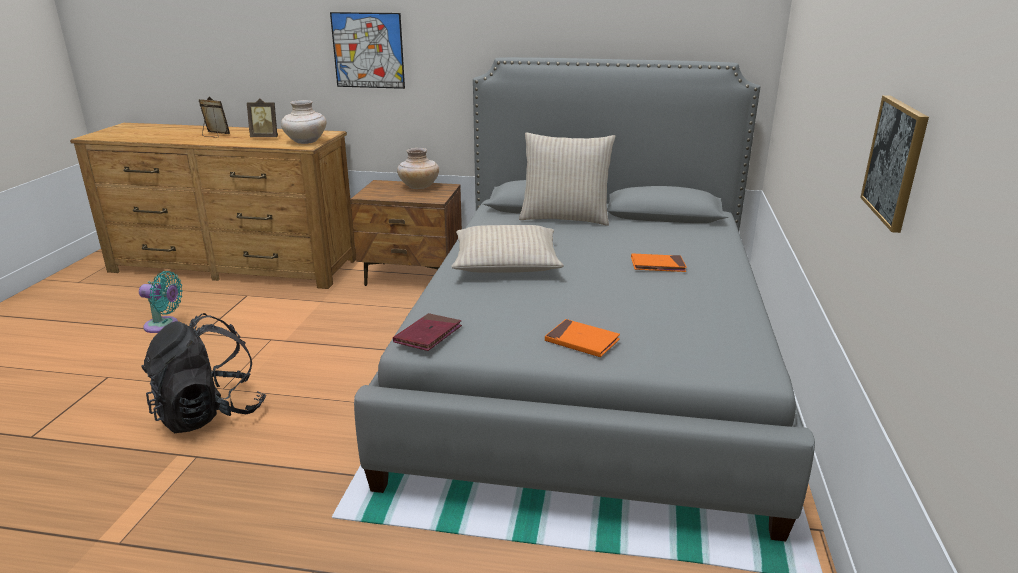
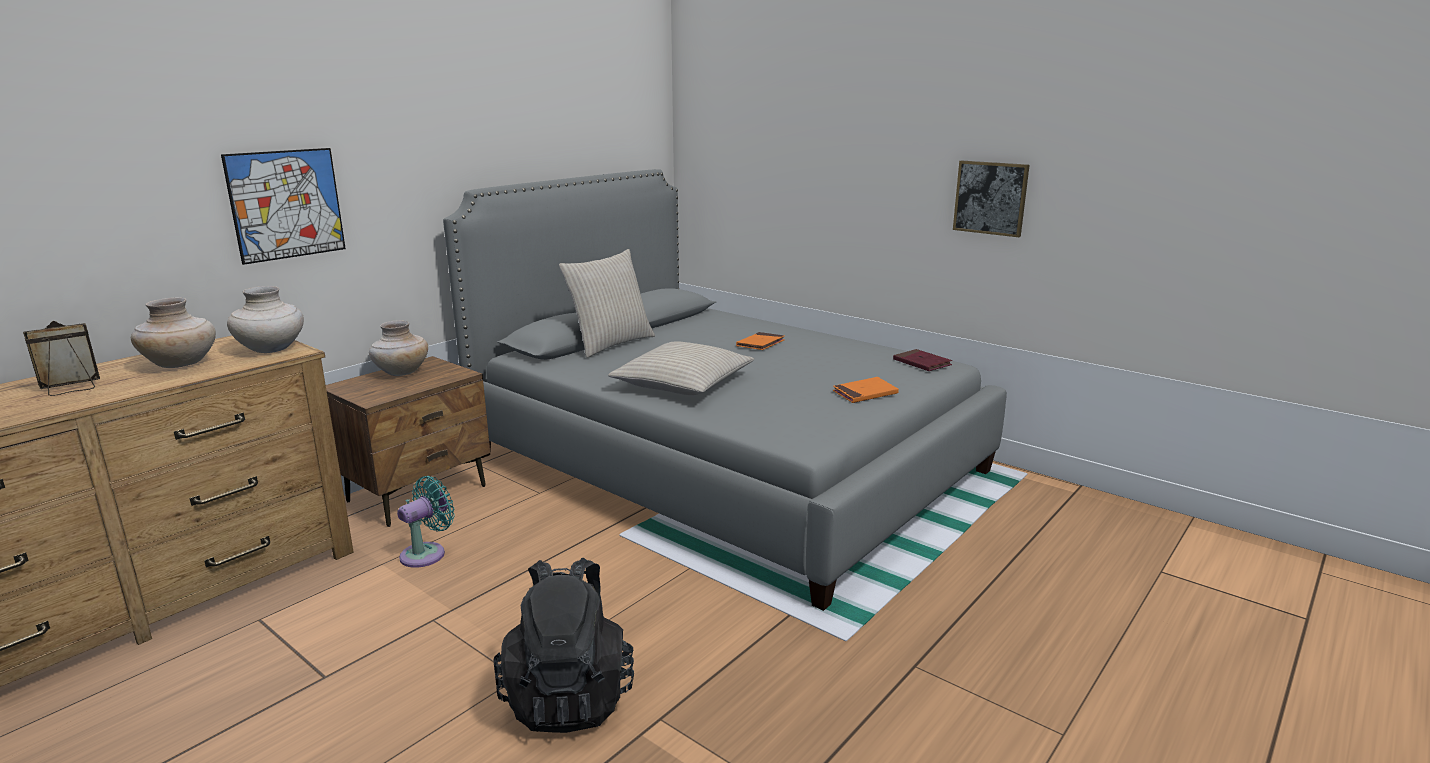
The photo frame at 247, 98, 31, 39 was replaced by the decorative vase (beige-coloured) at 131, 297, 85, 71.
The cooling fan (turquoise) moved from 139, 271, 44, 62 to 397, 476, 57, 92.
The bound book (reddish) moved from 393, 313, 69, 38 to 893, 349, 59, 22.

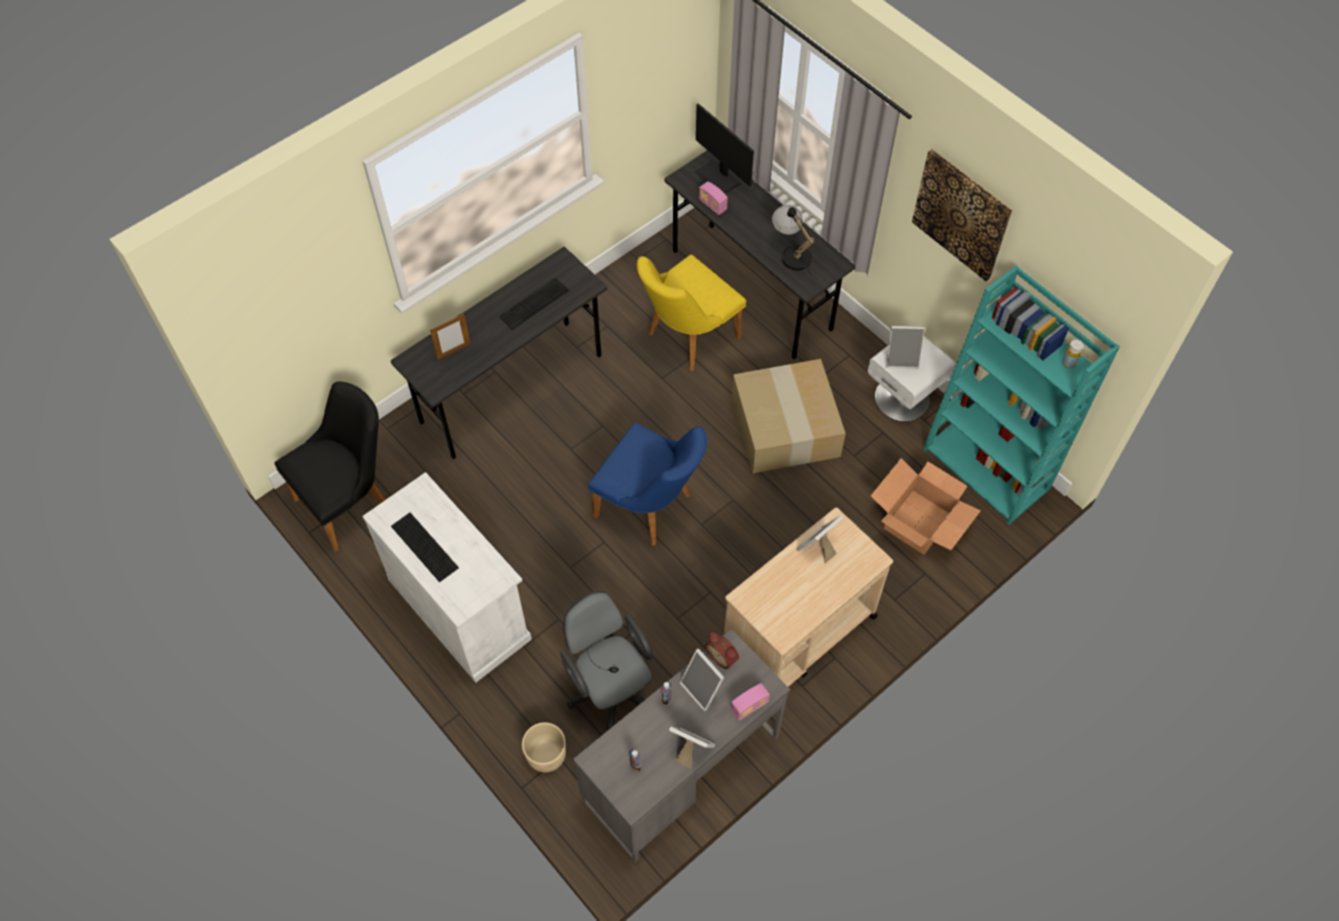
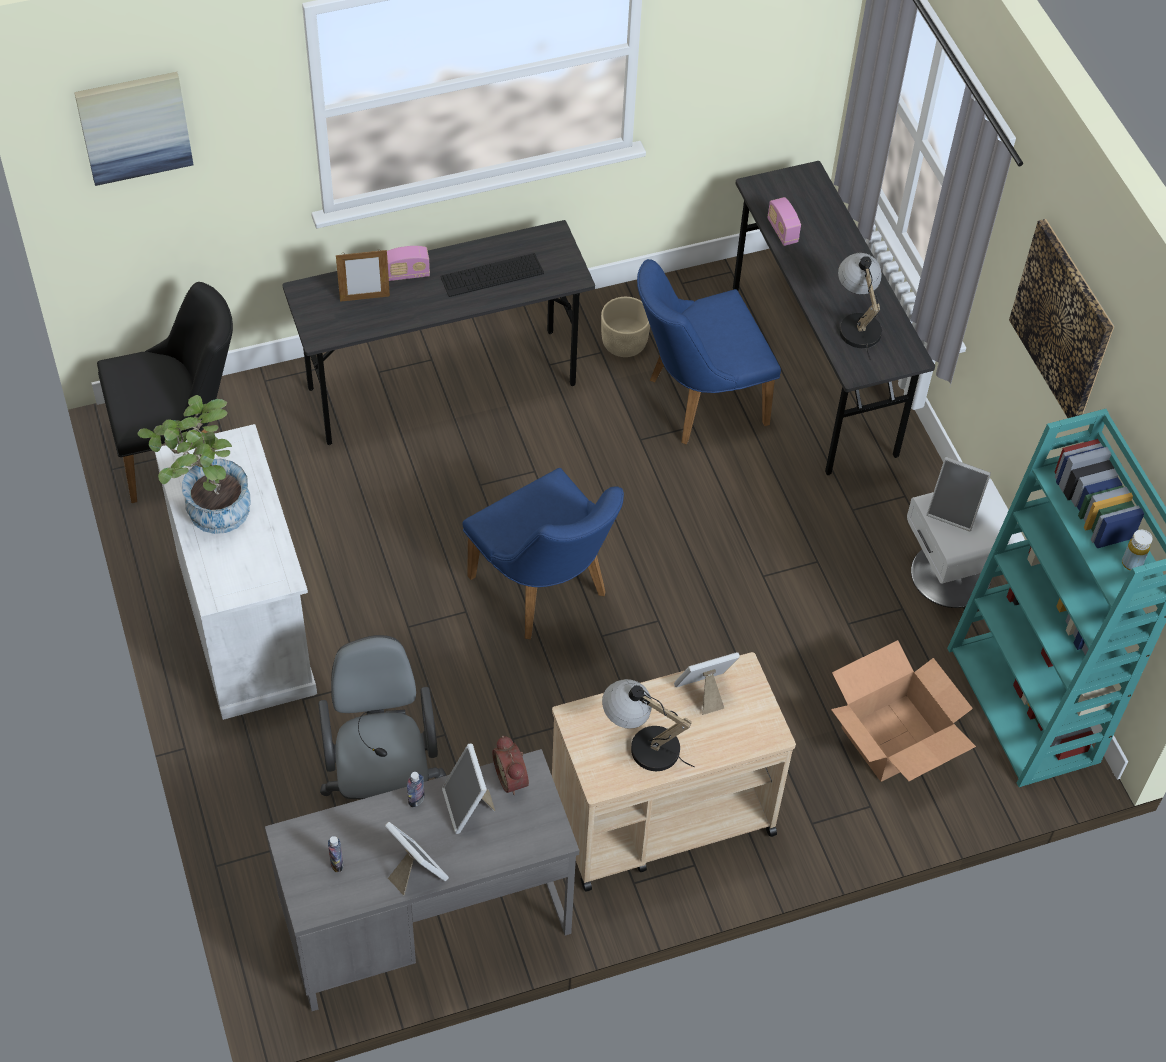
The wall art at 74, 72, 119, 114 appeared.
The computer keyboard at 391, 513, 68, 69 was replaced by the plant in a pot at 138, 395, 113, 139.
The radio set moved from 731, 683, 39, 38 to 387, 246, 43, 35.
The planter (beige-coloured) moved from 522, 722, 44, 50 to 601, 297, 49, 60.
The lamp for a table at 602, 679, 93, 92 appeared.
The plain chair (yellowish) at 637, 254, 109, 117 became the plain chair (blue-coloured) at 637, 259, 144, 186.
The computer screen at 694, 103, 60, 91 disappeared.
The packing box at 732, 359, 114, 114 disappeared.

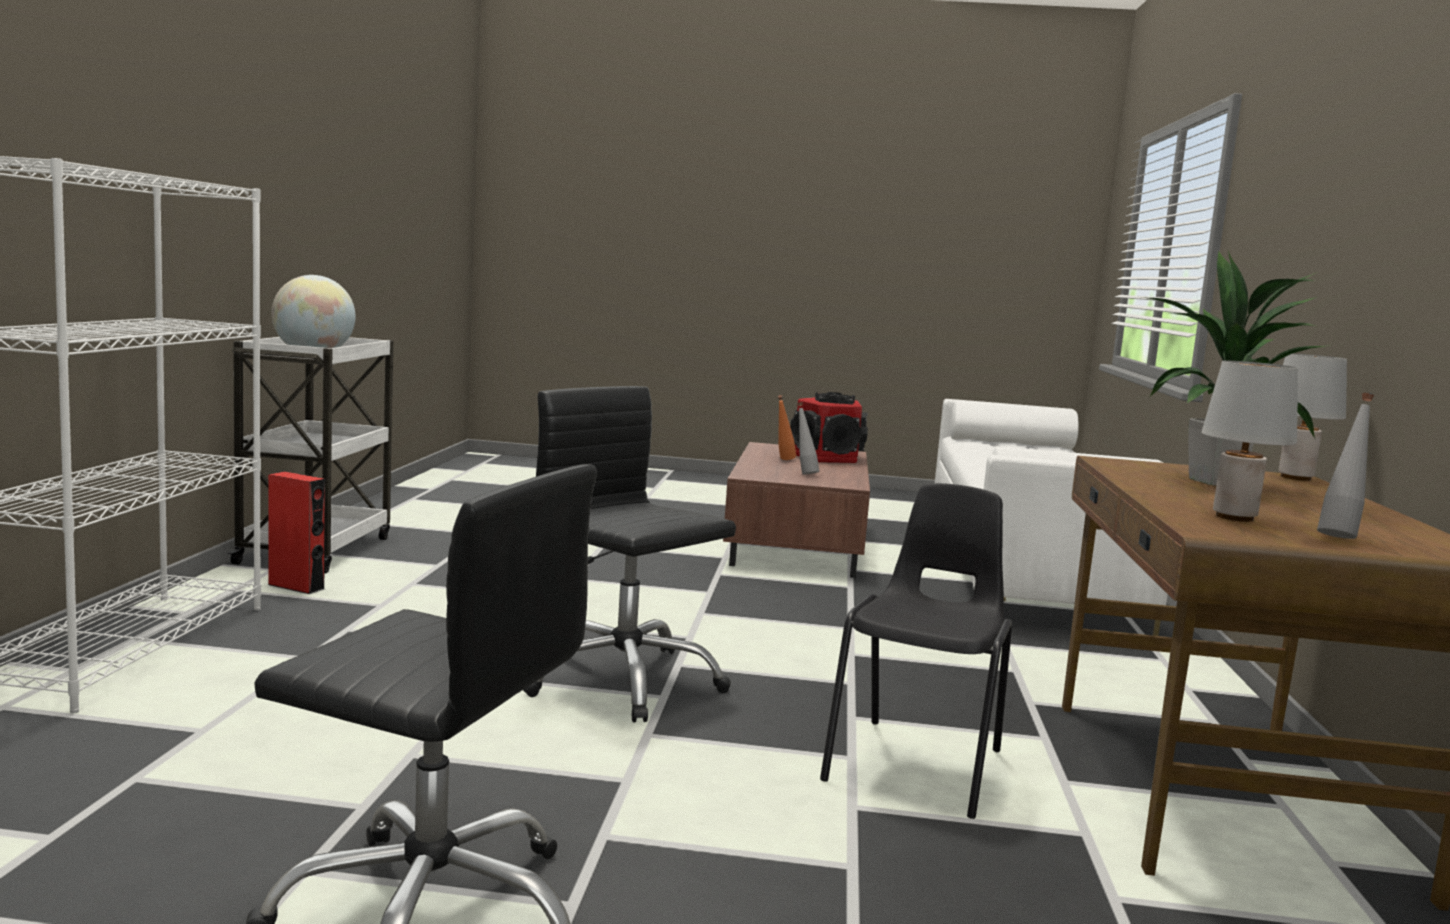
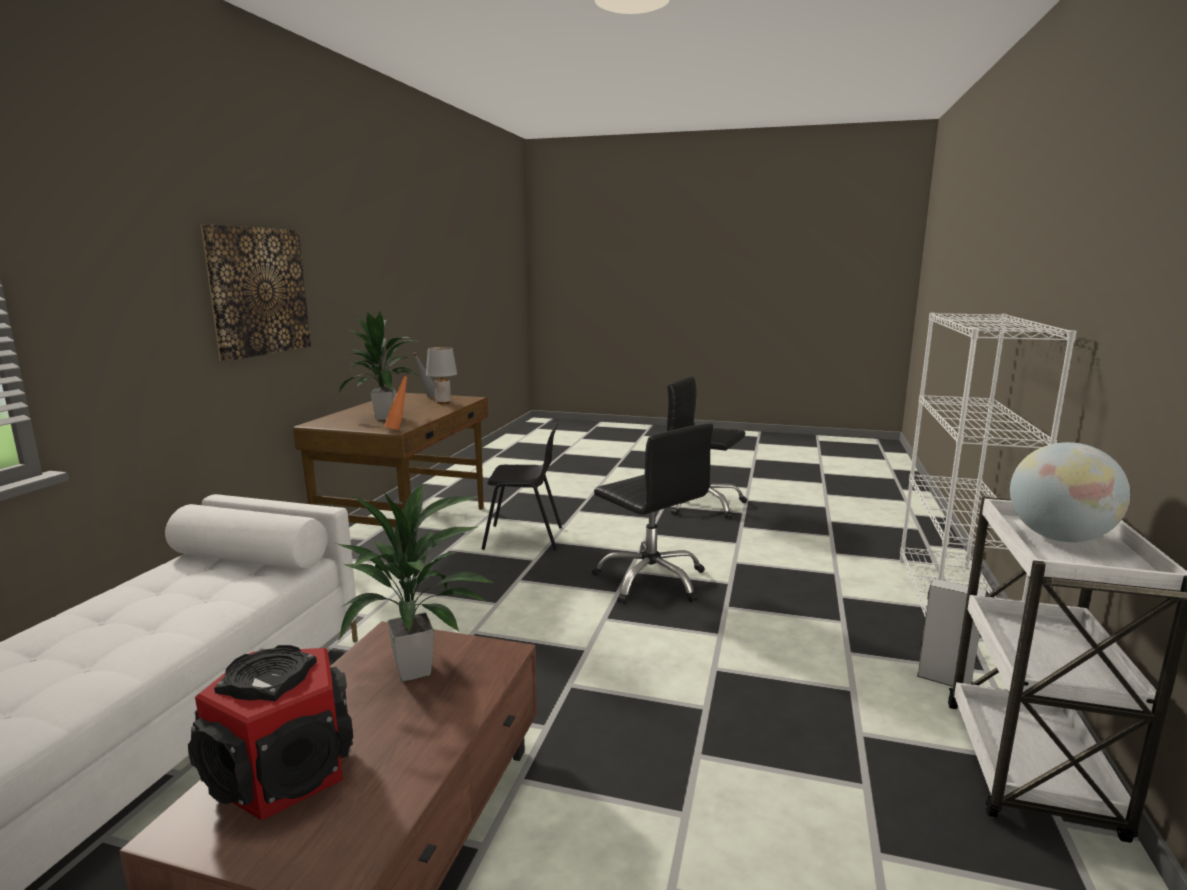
The wall art at 201, 224, 110, 137 appeared.
The drink bottle (gray) at 798, 402, 21, 72 was replaced by the plant in a pot at 336, 484, 159, 198.
The drink bottle (orange-coloured) moved from 778, 395, 18, 65 to 385, 371, 24, 59.
The plain chair (blackish) at 820, 483, 192, 336 turned 120 degrees counterclockwise.
The speaker (reddish) at 268, 472, 57, 122 became the speaker (gray) at 917, 578, 70, 109.
The lamp for a table (gray) at 1278, 354, 69, 127 disappeared.

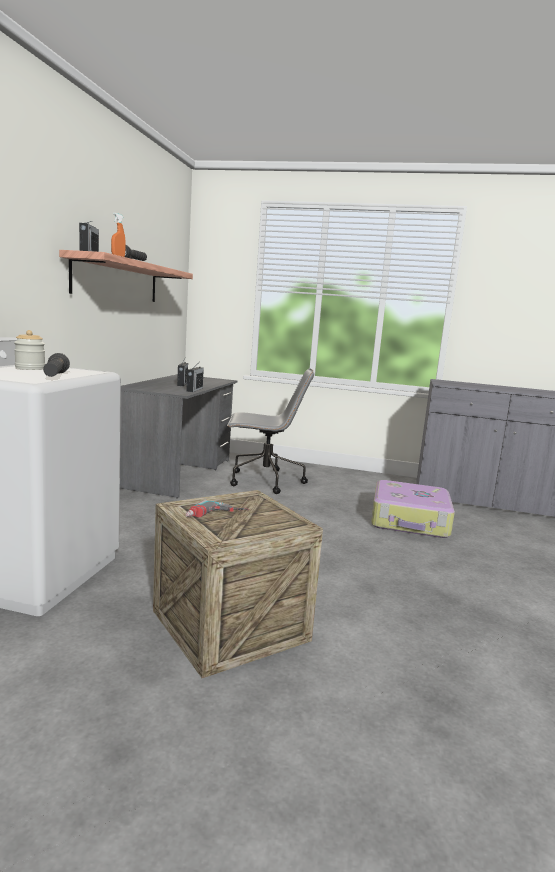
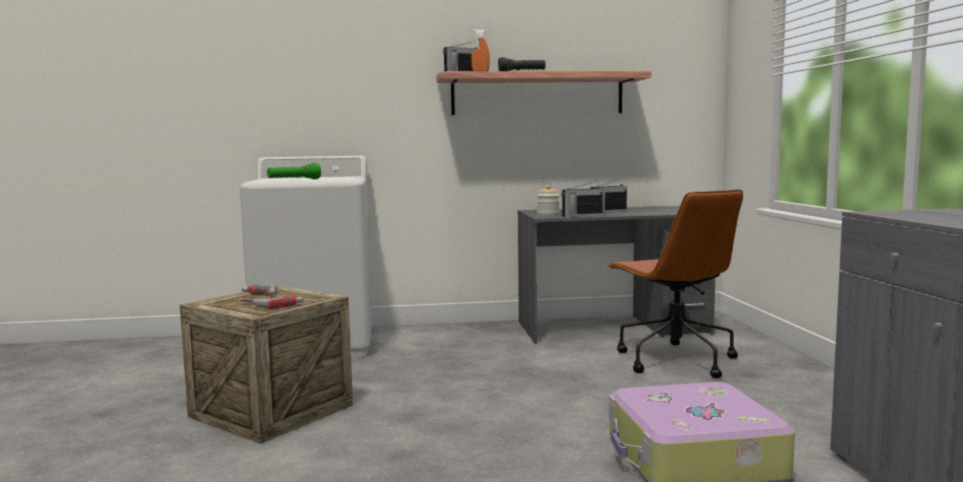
The power drill at 241, 295, 62, 15 appeared.
The torch (blackish) at 43, 353, 27, 24 became the torch (greenish) at 267, 163, 54, 16.
The preserve jar moved from 14, 330, 31, 40 to 537, 185, 22, 31.
The desk chair (gray) at 227, 368, 87, 126 became the desk chair (brown-coloured) at 608, 190, 135, 188.

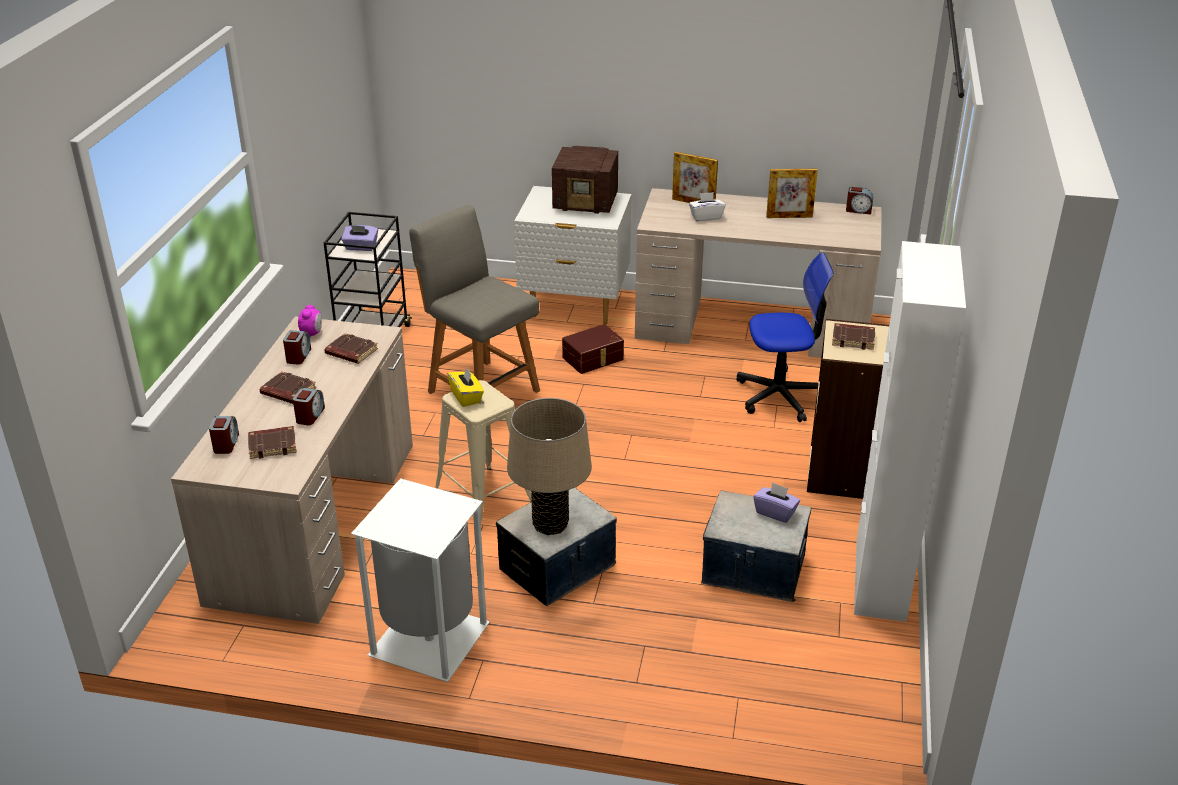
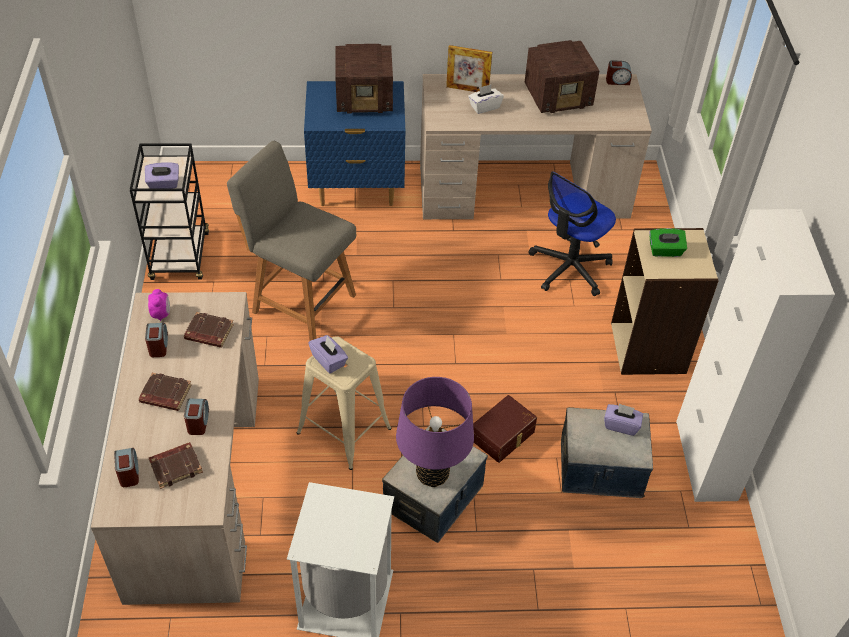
The nightstand (white) at 514, 186, 118, 139 became the nightstand (blue-coloured) at 304, 81, 101, 125.
The box of tissues (yellowish) at 447, 367, 37, 40 became the box of tissues (purple-coloured) at 308, 335, 40, 39.
The lamp for a table (beige-coloured) at 507, 398, 85, 137 became the lamp for a table (purple-coloured) at 396, 377, 78, 110.
The storage bin (brown-coloured) moved from 562, 324, 62, 50 to 473, 395, 64, 68.
The photo frame at 766, 169, 52, 49 was replaced by the radio set at 525, 40, 75, 73.
The desk chair at 736, 253, 98, 169 turned 150 degrees clockwise.
The bound book (brown-coloured) at 832, 323, 43, 27 was replaced by the box of tissues (greenish) at 649, 228, 38, 29.

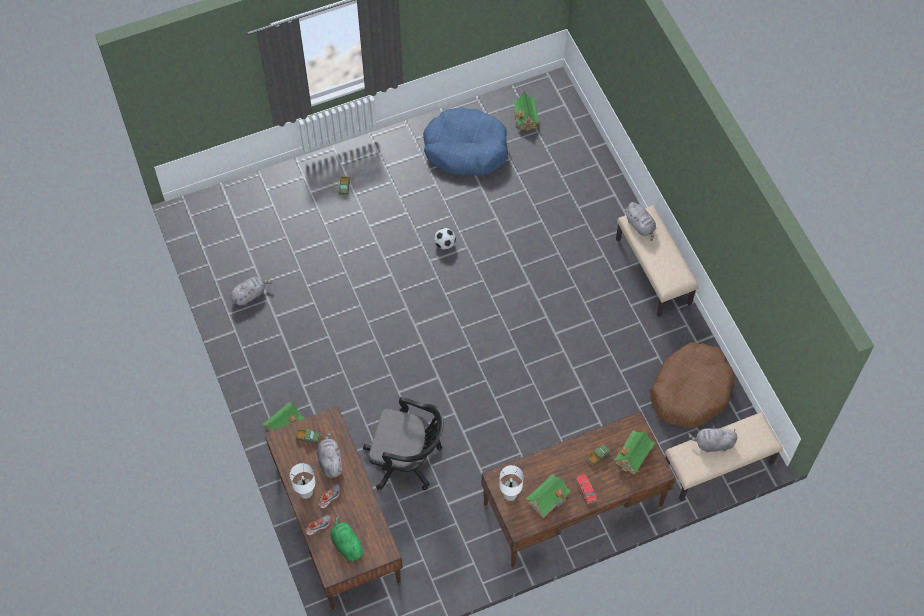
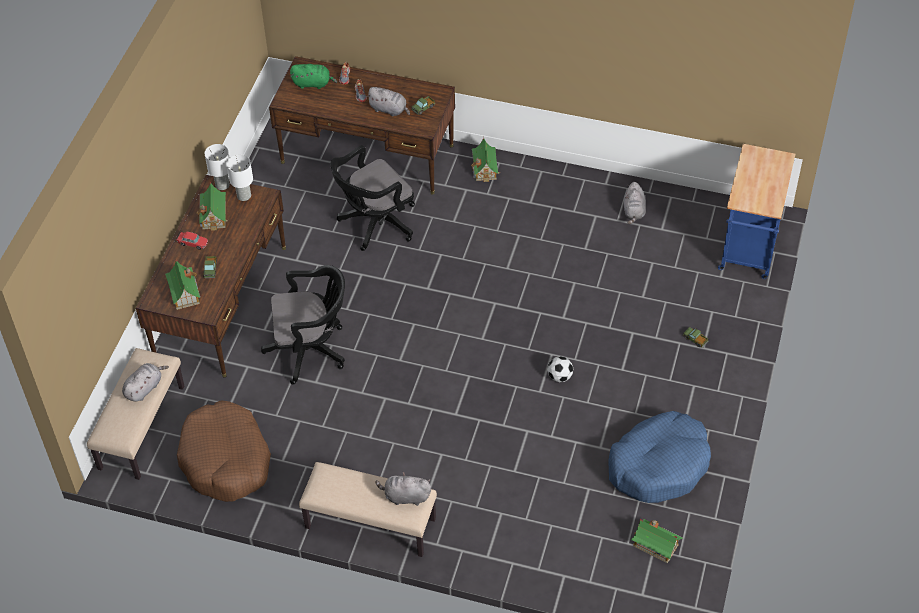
The lamp for a table (white) moved from 290, 463, 26, 36 to 205, 144, 25, 46.
The desk chair (blackish) at 261, 265, 84, 119 appeared.
The wheeled cart (blue-coloured) at 718, 144, 77, 135 appeared.

